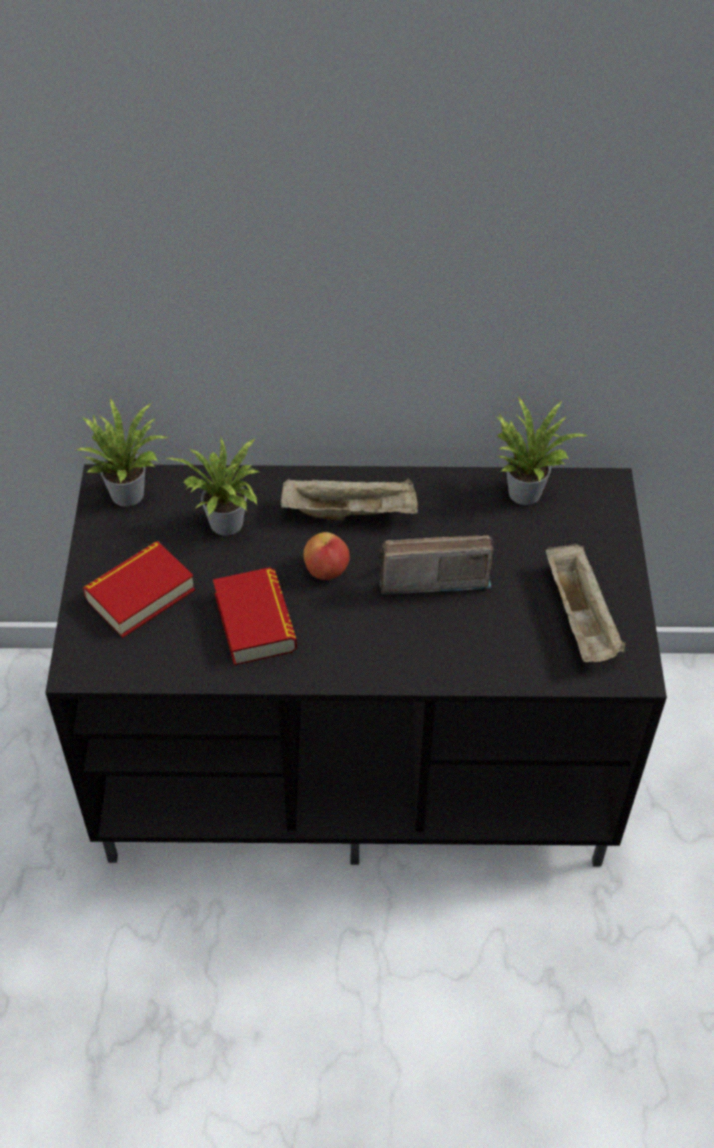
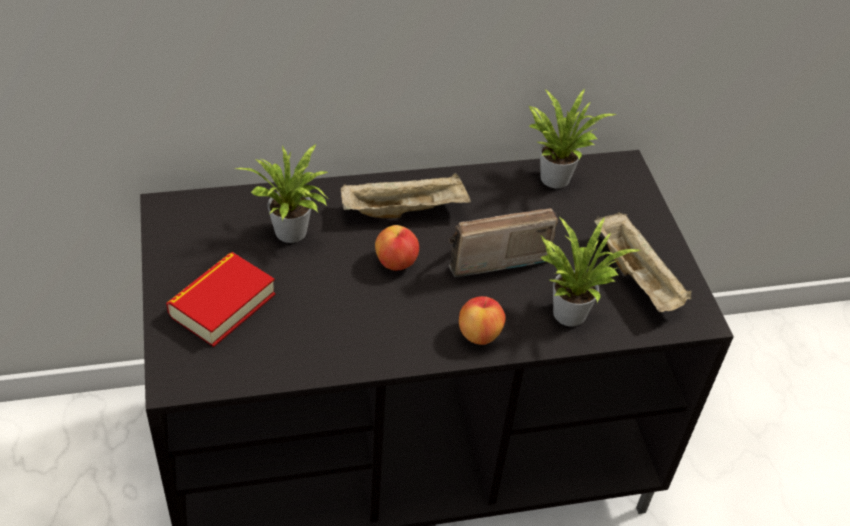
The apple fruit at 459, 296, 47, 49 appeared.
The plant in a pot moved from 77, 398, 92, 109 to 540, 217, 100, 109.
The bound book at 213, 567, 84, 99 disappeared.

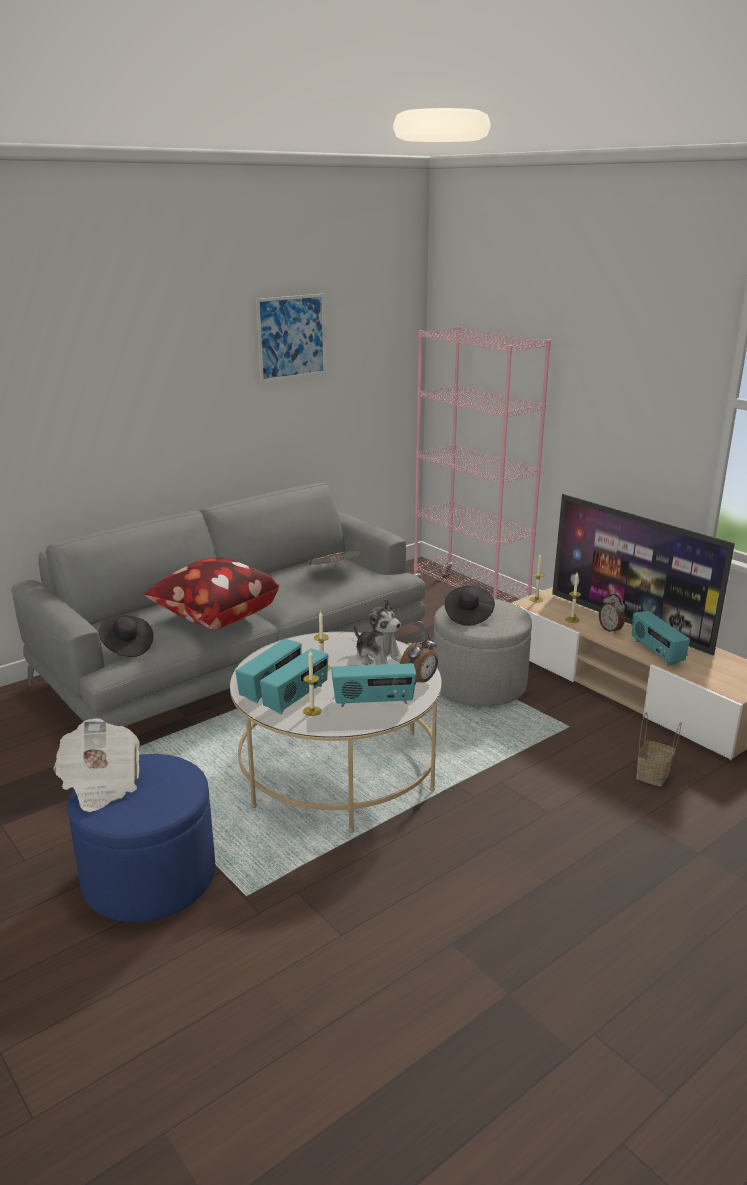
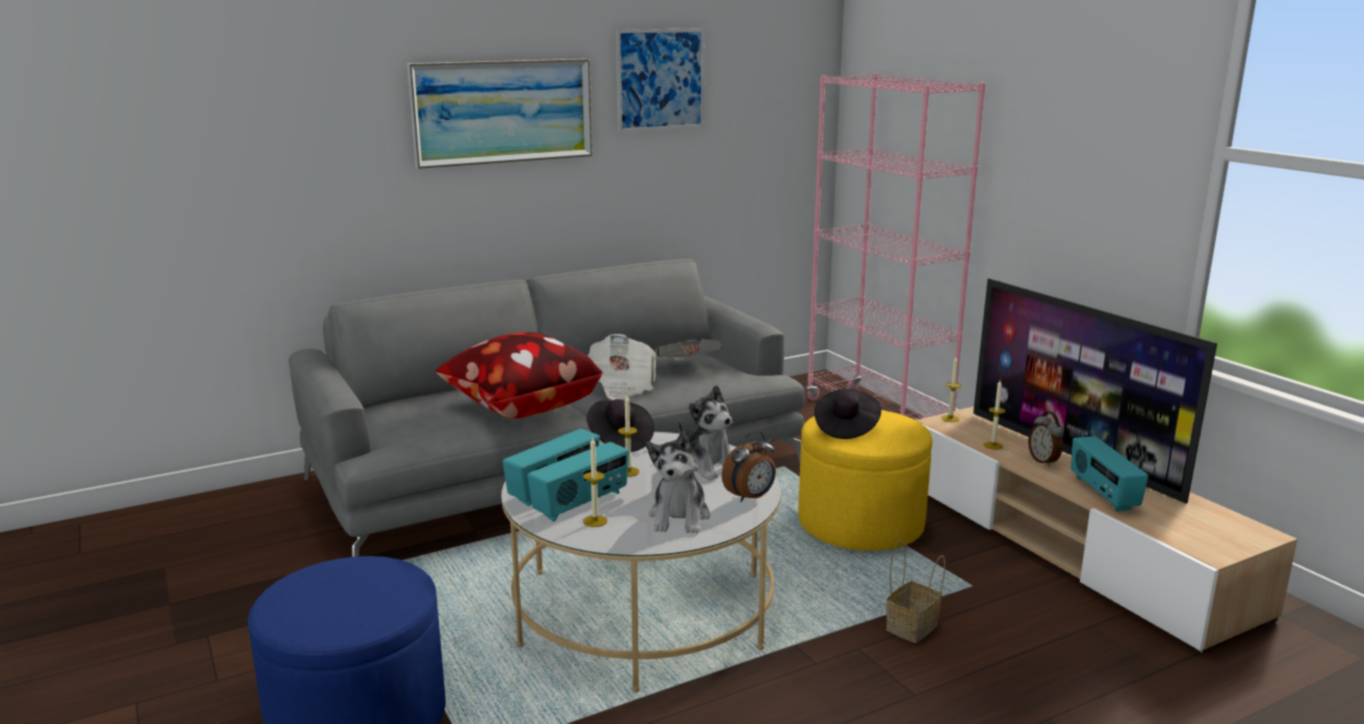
The wall art at 407, 59, 185, 110 appeared.
The hat (blackish) moved from 99, 616, 55, 41 to 587, 399, 67, 53.
The printed paper moved from 54, 718, 86, 94 to 588, 334, 68, 66.
The radio set at 331, 663, 86, 44 was replaced by the cuddly toy at 646, 431, 64, 102.
The footrest (gray) at 433, 599, 99, 108 became the footrest (yellowish) at 798, 410, 134, 141.
The basket moved from 636, 712, 45, 75 to 886, 540, 59, 103.

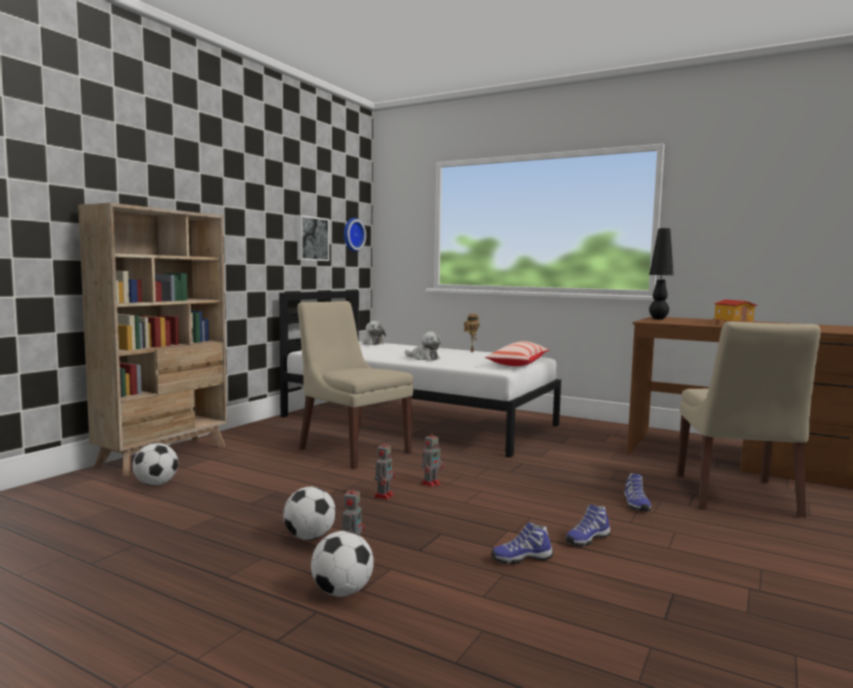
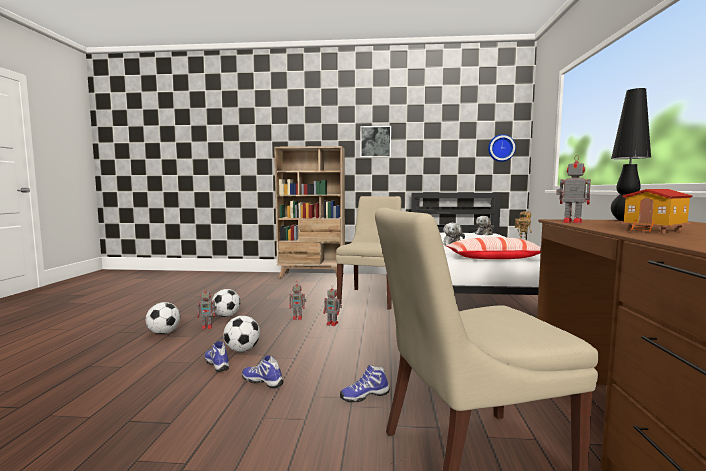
The ball for football moved from 133, 443, 45, 43 to 223, 316, 37, 36.
The wall art moved from 297, 215, 32, 46 to 360, 126, 31, 32.
The robot figure at 556, 155, 35, 69 appeared.

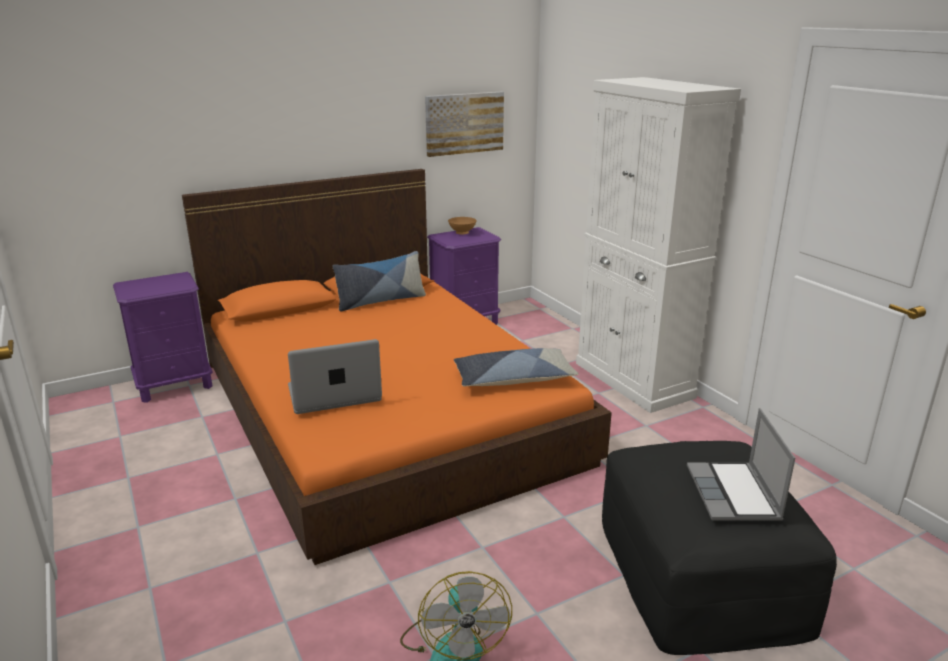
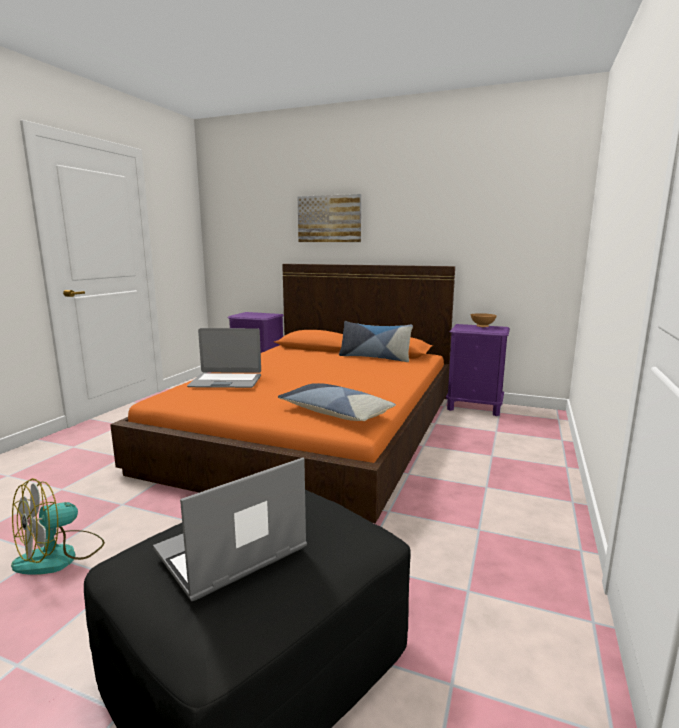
The portable computer at 288, 339, 94, 75 turned 150 degrees clockwise.
The wall art moved from 425, 92, 79, 65 to 298, 194, 63, 48.
The cabinet (white) at 576, 77, 165, 336 disappeared.

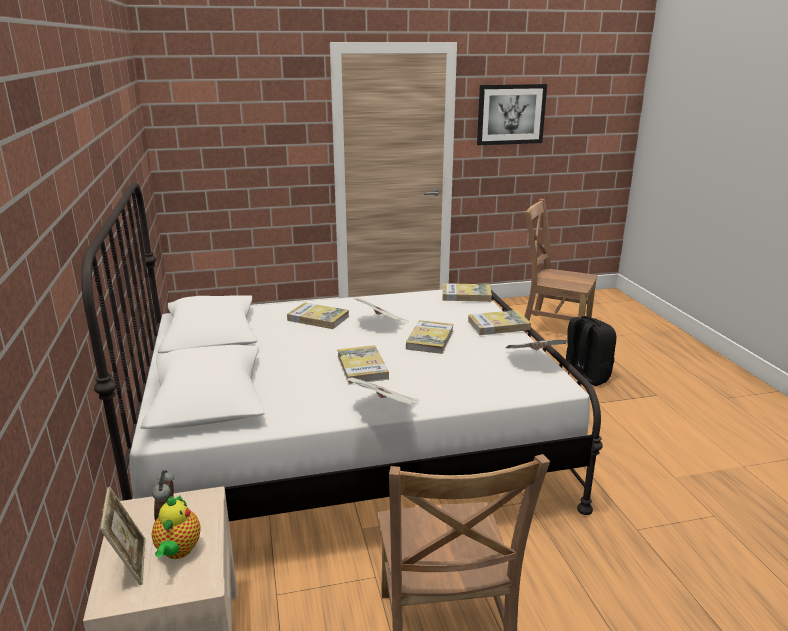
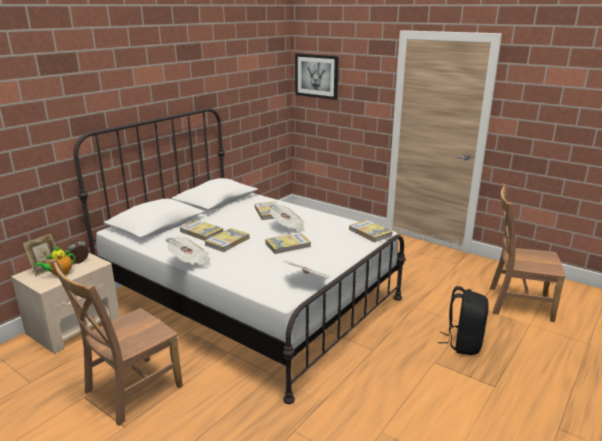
The bound book moved from 468, 310, 63, 25 to 180, 220, 43, 21.
The wall art moved from 477, 84, 70, 61 to 295, 53, 44, 47.
The plain chair (brown-coloured) at 524, 199, 74, 134 turned 60 degrees counterclockwise.

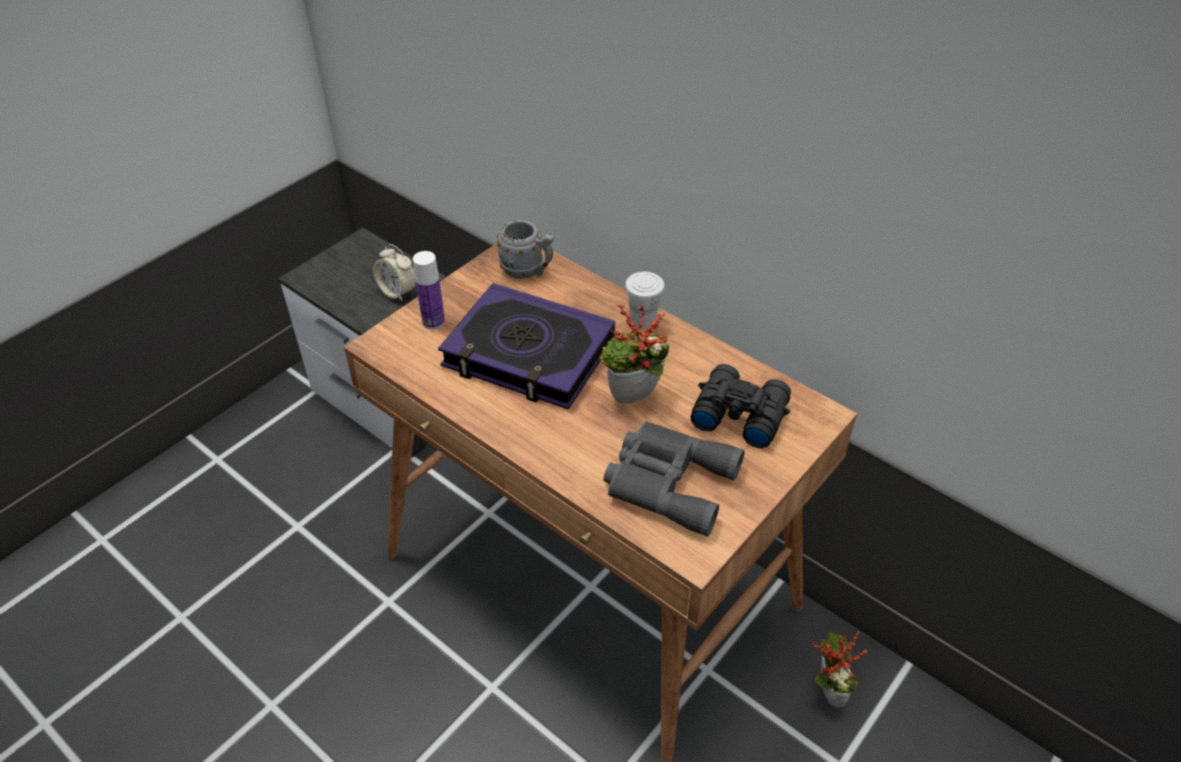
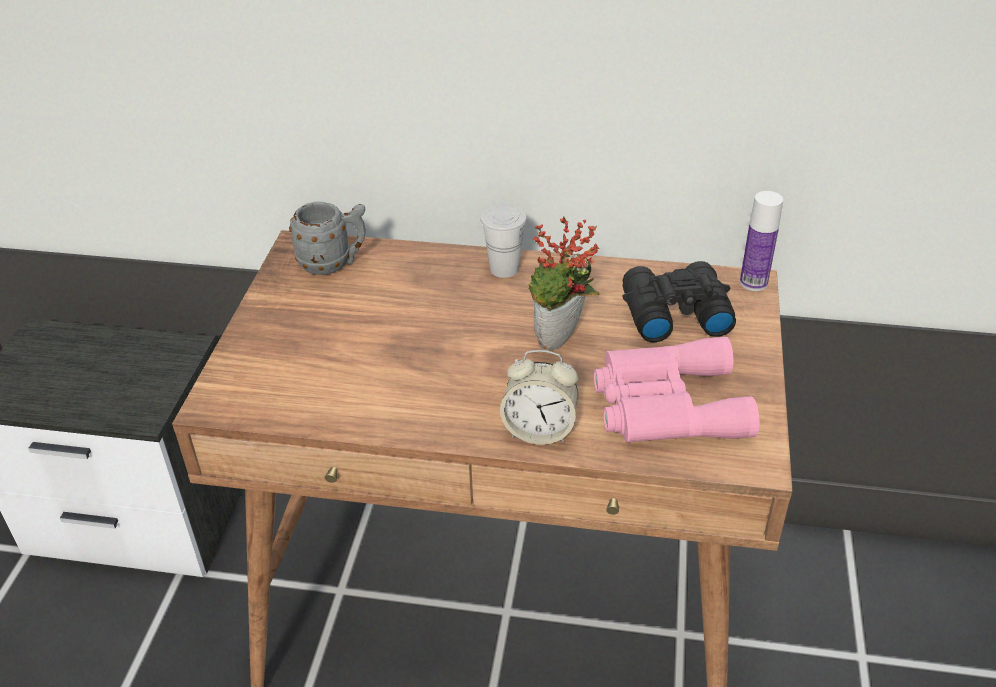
The bedside clock moved from 373, 244, 43, 57 to 500, 350, 78, 95.
The pair of binoculars (gray) at 604, 421, 141, 116 became the pair of binoculars (pinkish) at 594, 337, 166, 106.
The drink bottle moved from 413, 251, 32, 78 to 740, 191, 43, 100.
The bound book at 438, 283, 177, 127 disappeared.
The plant in a pot at 813, 631, 54, 77 disappeared.

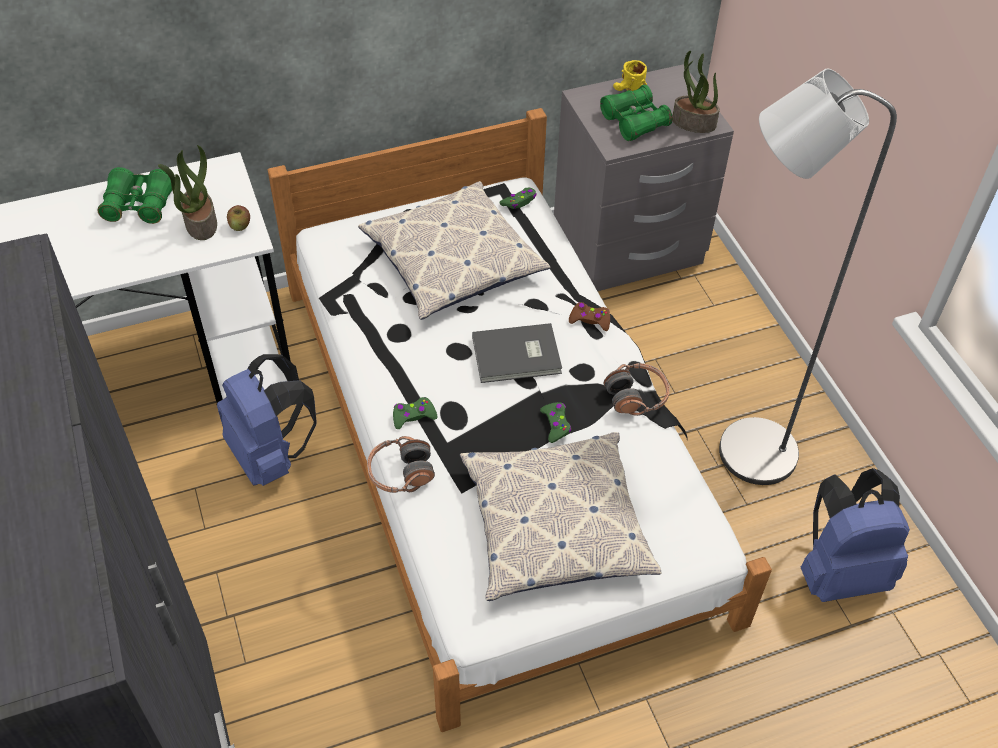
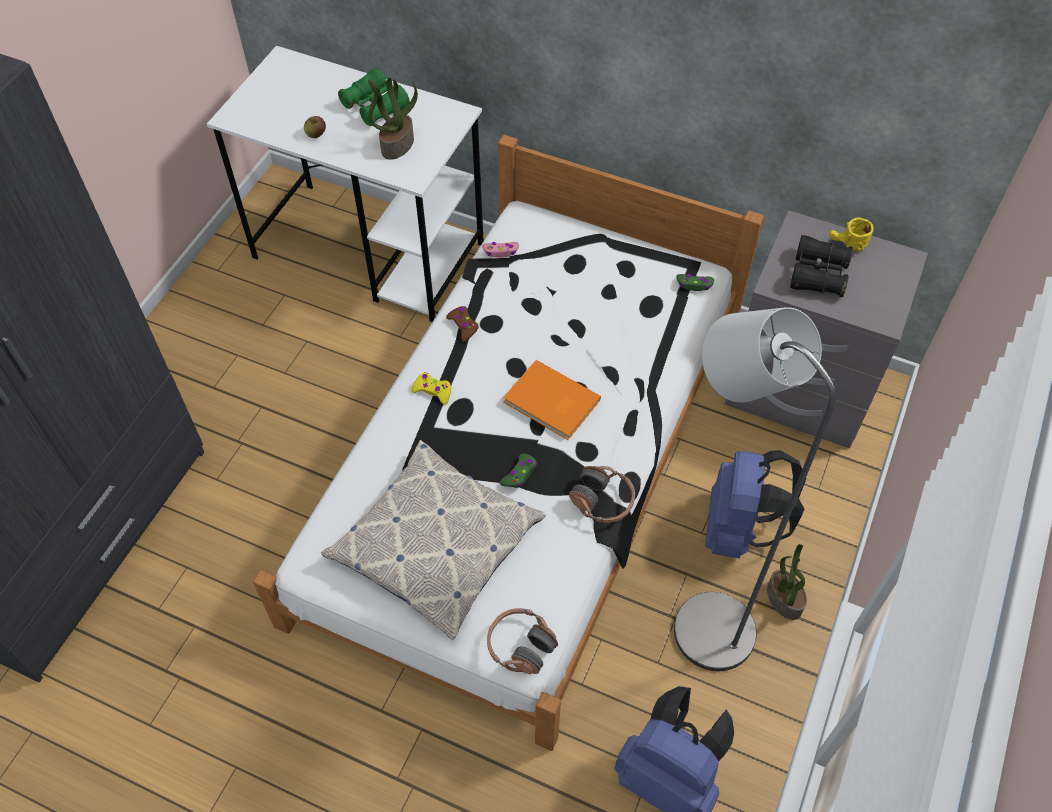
The apple fruit moved from 227, 205, 23, 26 to 304, 116, 22, 22.
The joypad (greenish) at 393, 397, 44, 32 became the joypad (yellowish) at 411, 372, 40, 33.
The joypad (brown-coloured) moved from 569, 302, 41, 29 to 446, 306, 33, 36.
The joypad (pinkish) at 482, 242, 37, 16 appeared.
The pair of headphones moved from 367, 436, 68, 57 to 487, 608, 71, 66.
The bound book (gray) at 472, 323, 90, 60 became the bound book (orange-coloured) at 503, 360, 98, 80.
The backpack (blue-coloured) moved from 217, 354, 100, 132 to 705, 450, 101, 108.
The plant in a pot moved from 672, 51, 48, 82 to 767, 544, 40, 76.
The pair of binoculars (greenish) at 600, 85, 73, 56 became the pair of binoculars (blackish) at 790, 235, 63, 62.
The throw pillow at 358, 181, 192, 139 disappeared.

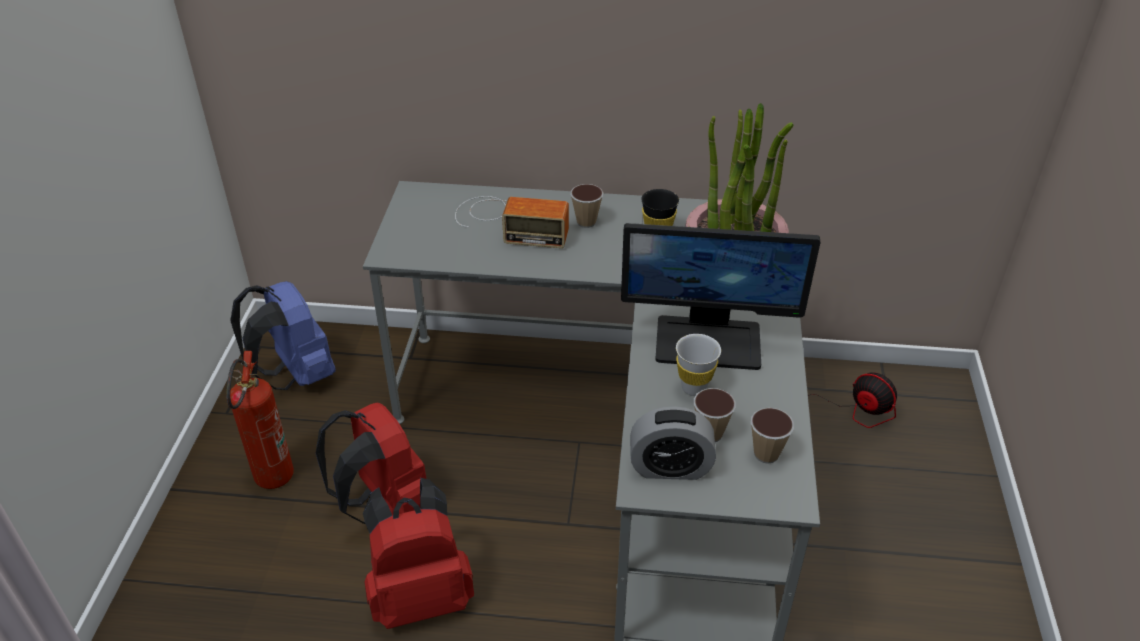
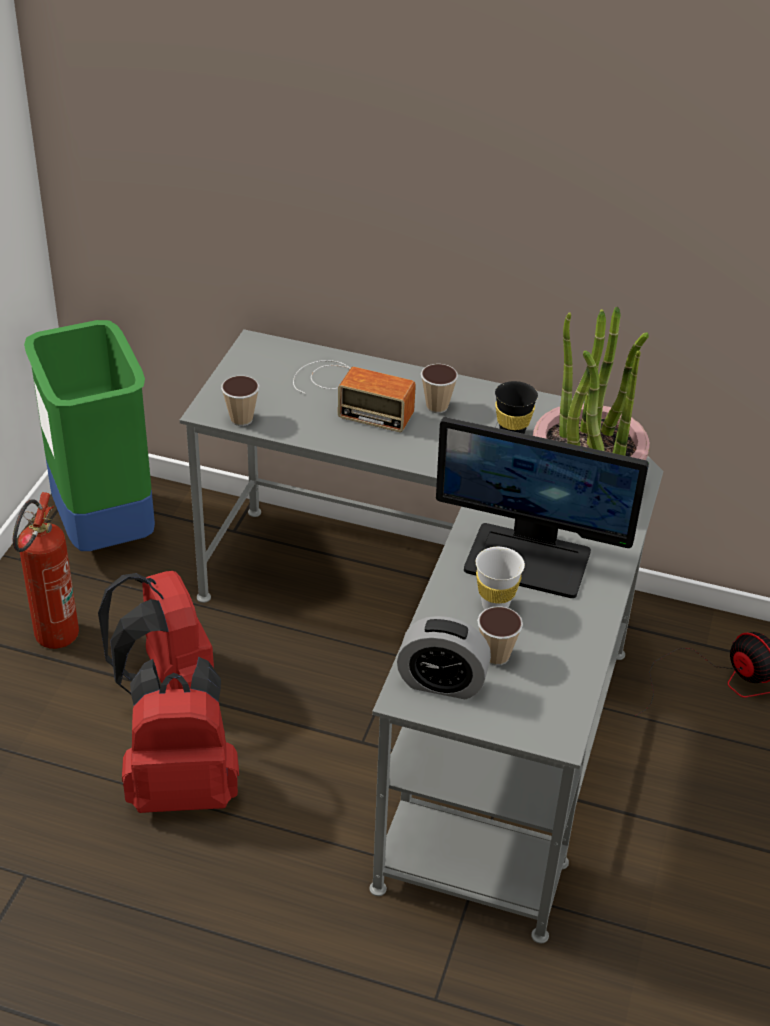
The backpack (blue-coloured) at 230, 281, 106, 109 was replaced by the waste bin (greenish) at 24, 320, 131, 231.
The cup moved from 751, 408, 43, 56 to 221, 376, 38, 50.

